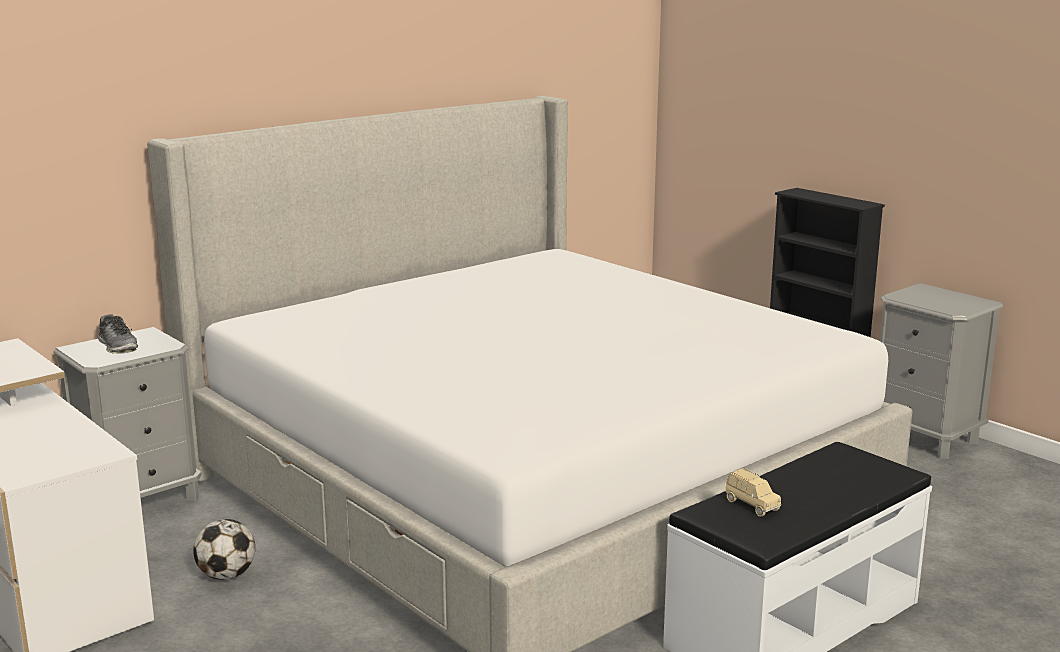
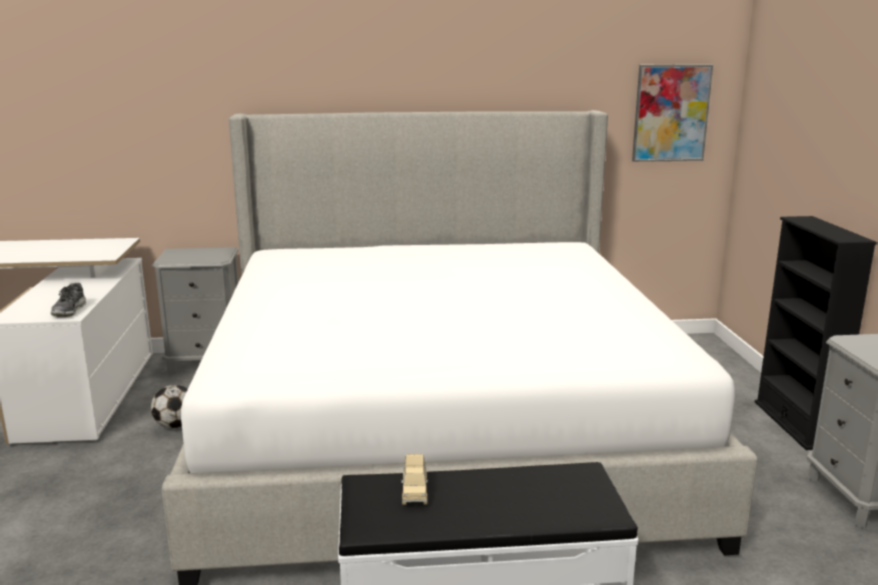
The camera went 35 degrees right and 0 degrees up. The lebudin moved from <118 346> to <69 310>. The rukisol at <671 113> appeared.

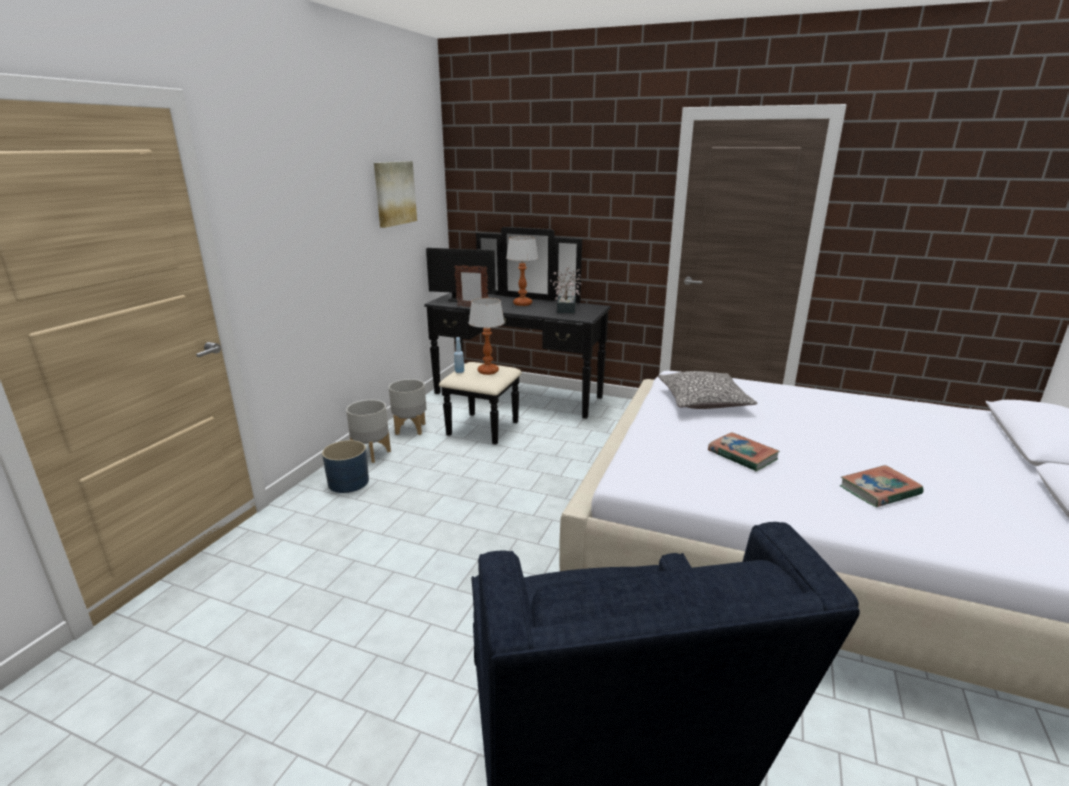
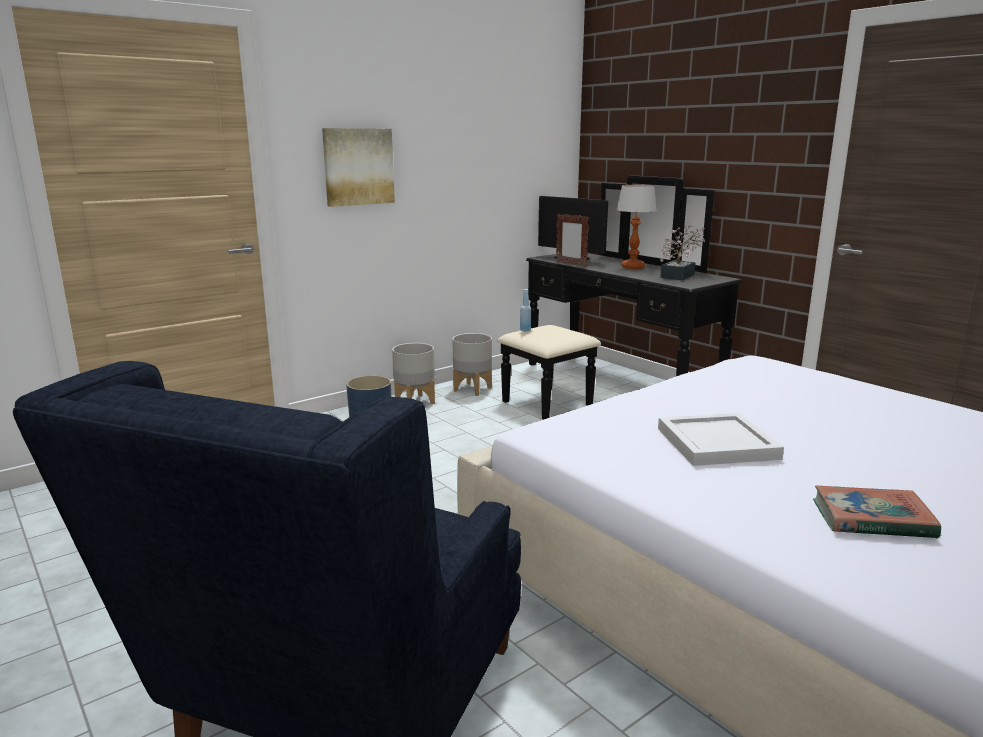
The camera went 30 degrees right and 5 degrees down. The rukisol moved from <394 193> to <358 166>. The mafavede at <487 371> disappeared. The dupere at <703 401> disappeared. The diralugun at <742 455> was replaced by the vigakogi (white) at <717 442>.

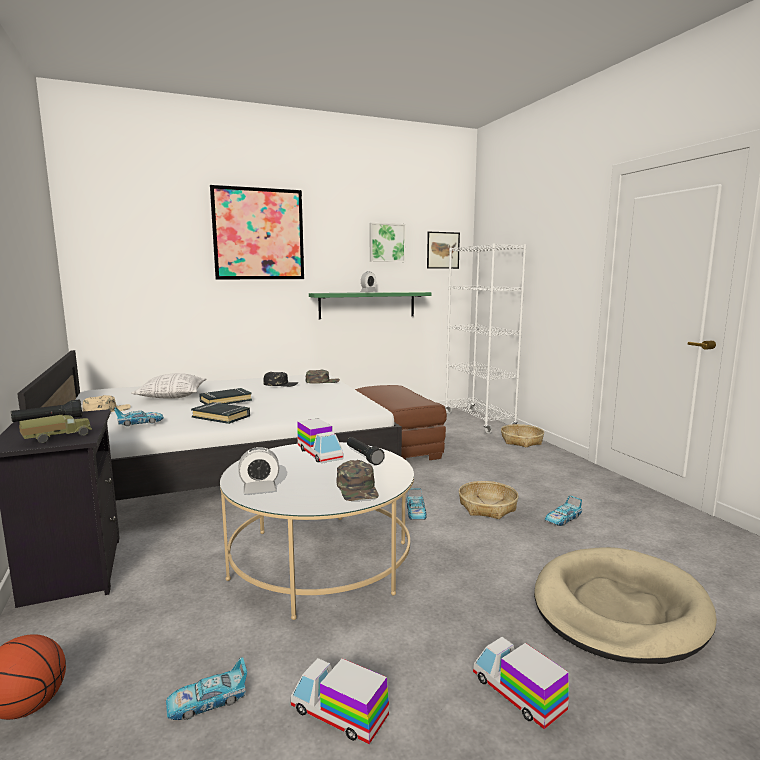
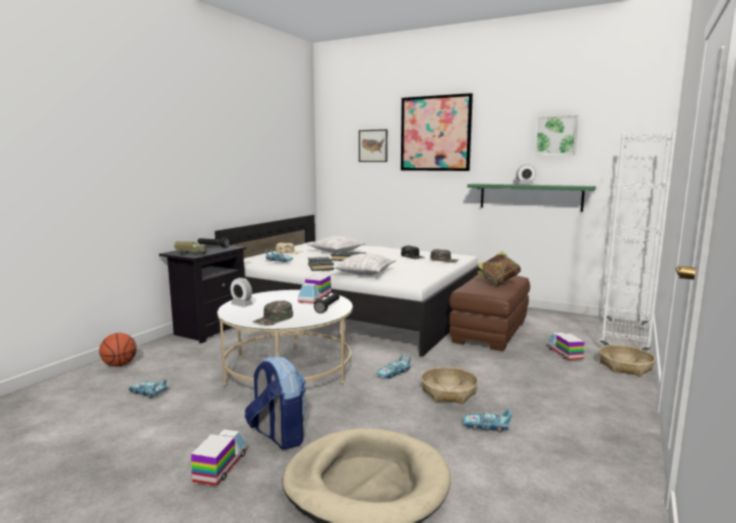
The camera went 50 degrees right and 0 degrees up. The rukisol moved from <443 250> to <373 146>. The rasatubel moved from <339 713> to <564 353>. The diralugun at <498 283> appeared. The dupere at <364 273> appeared. The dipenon at <278 436> appeared.

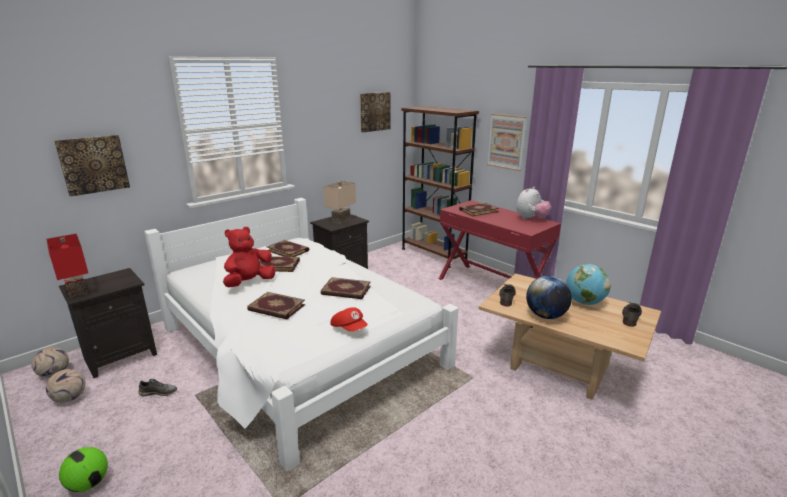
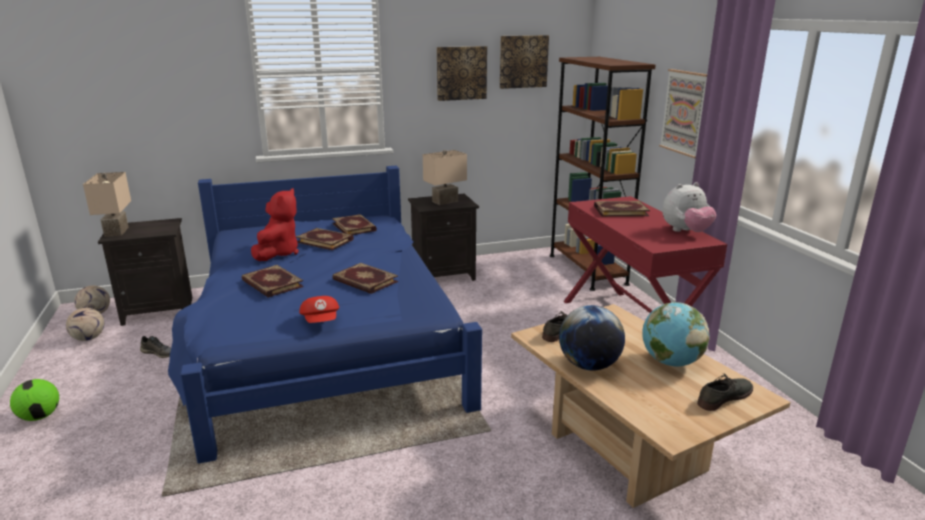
The camera went 25 degrees right and 0 degrees up. The rukisol moved from <93 164> to <461 73>. The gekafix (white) at <300 347> became the gekafix (blue) at <324 343>. The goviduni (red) at <249 282> turned 120 degrees clockwise. The mafavede (red) at <79 291> became the mafavede (beige) at <118 232>.

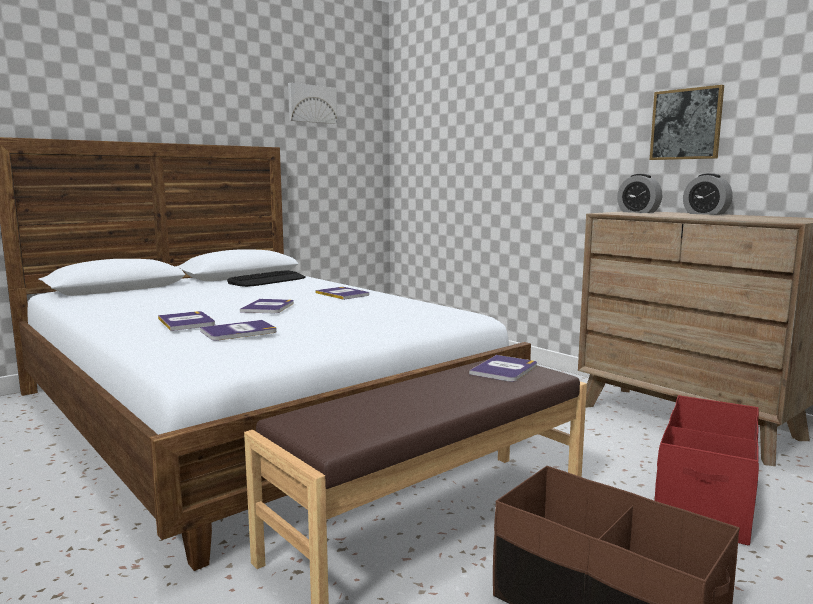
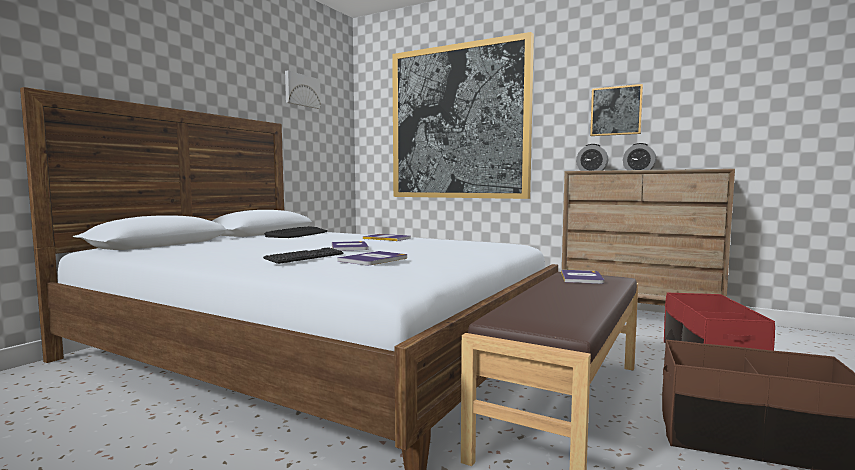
The camera went 20 degrees left and 5 degrees down. The diralugun at <186 322> was replaced by the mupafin at <305 257>. The rukisol at <459 122> appeared.

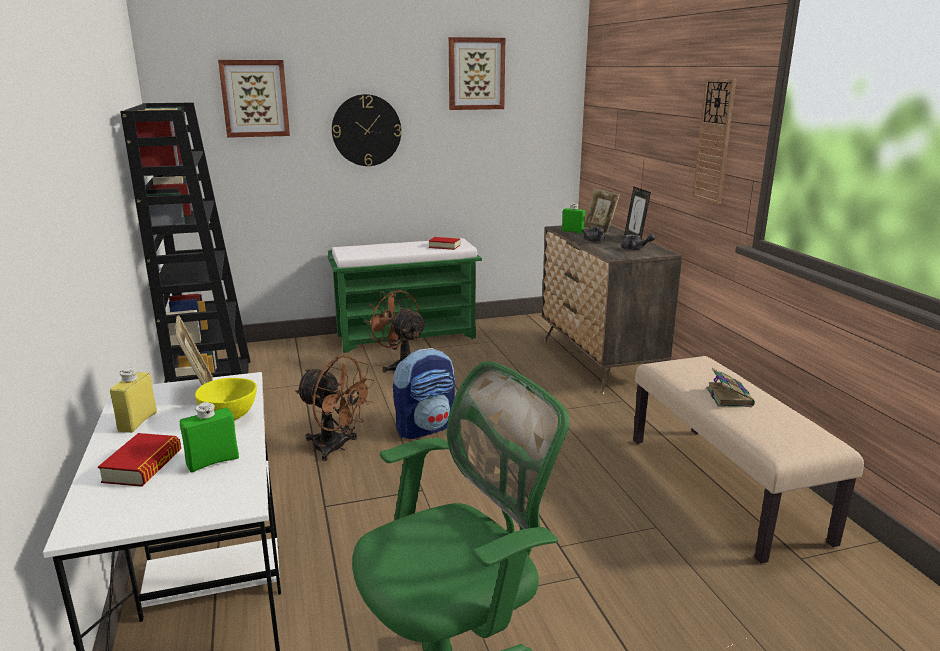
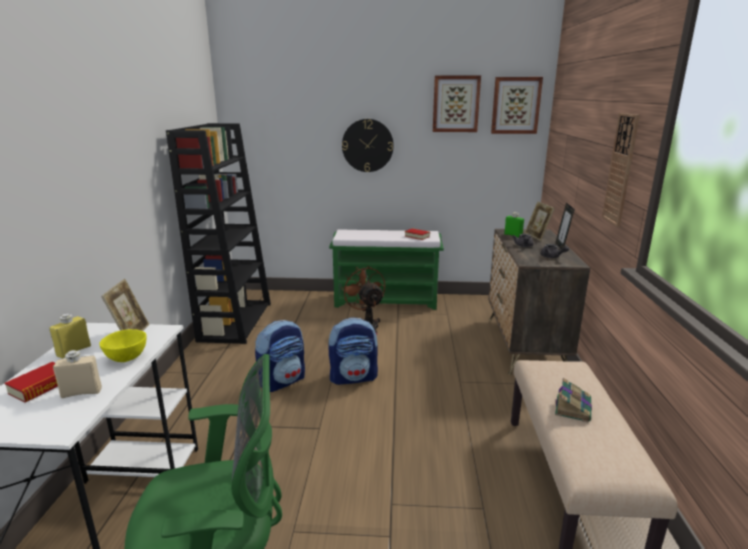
The camera went 20 degrees right and 0 degrees up. The rukisol moved from <255 98> to <515 105>. The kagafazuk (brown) at <336 448> was replaced by the dipenon at <283 381>. The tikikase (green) at <213 462> became the tikikase (beige) at <81 392>.

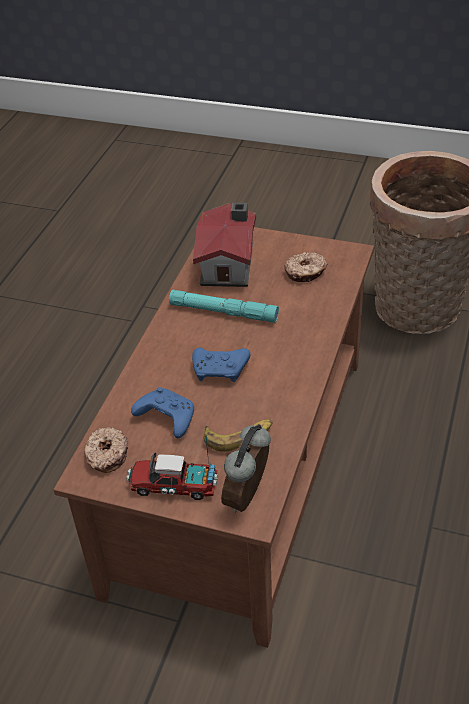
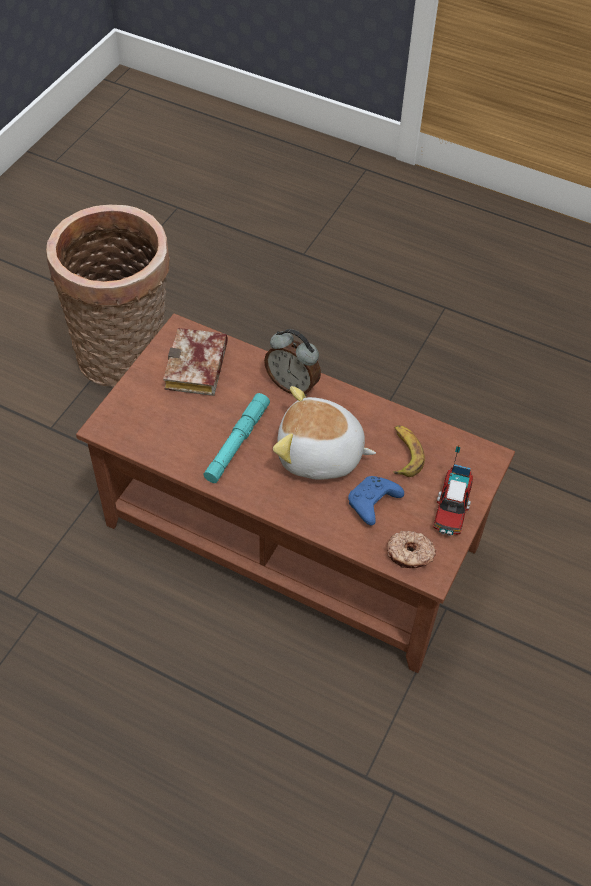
The camera went 85 degrees left and 10 degrees up. The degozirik at <229 264> disappeared. The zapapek at <305 272> was replaced by the diralugun at <198 370>. The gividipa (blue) at <221 370> was replaced by the goviduni at <320 455>. The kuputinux moved from <249 497> to <292 385>.

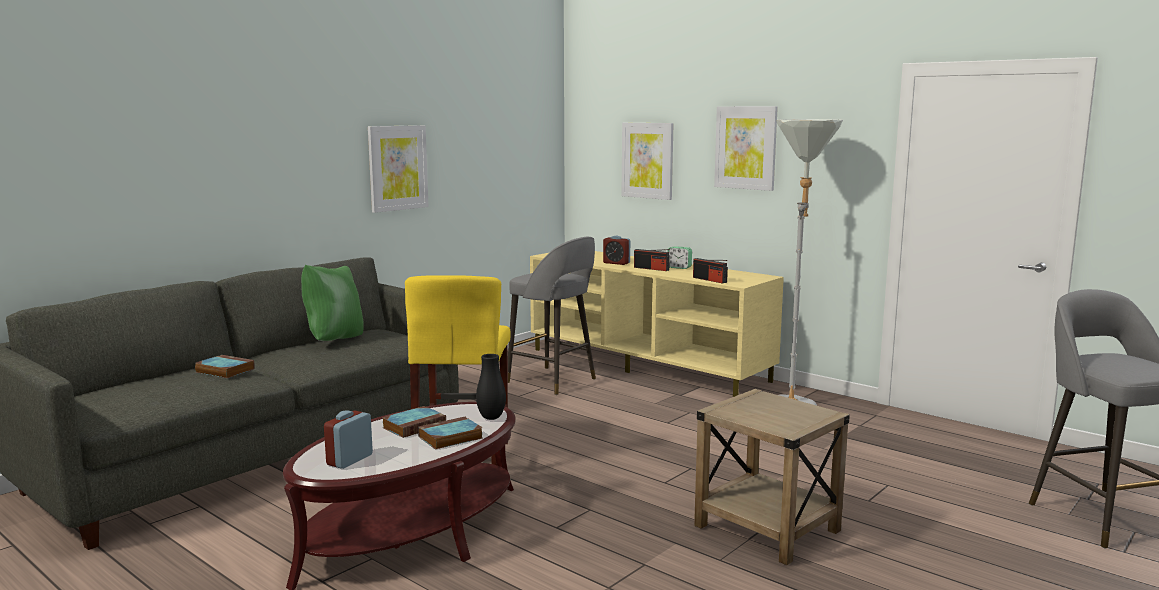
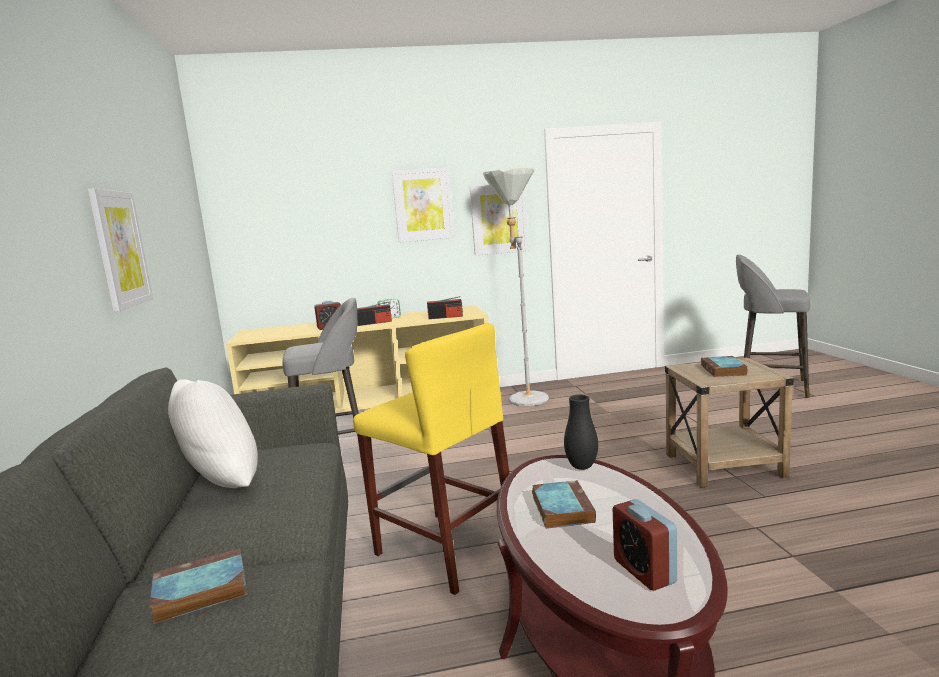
The camera went 50 degrees left and 0 degrees up. The rukisol moved from <647 160> to <499 219>. The dupere (green) at <334 340> became the dupere (white) at <220 486>. The diralugun moved from <449 438> to <724 370>.

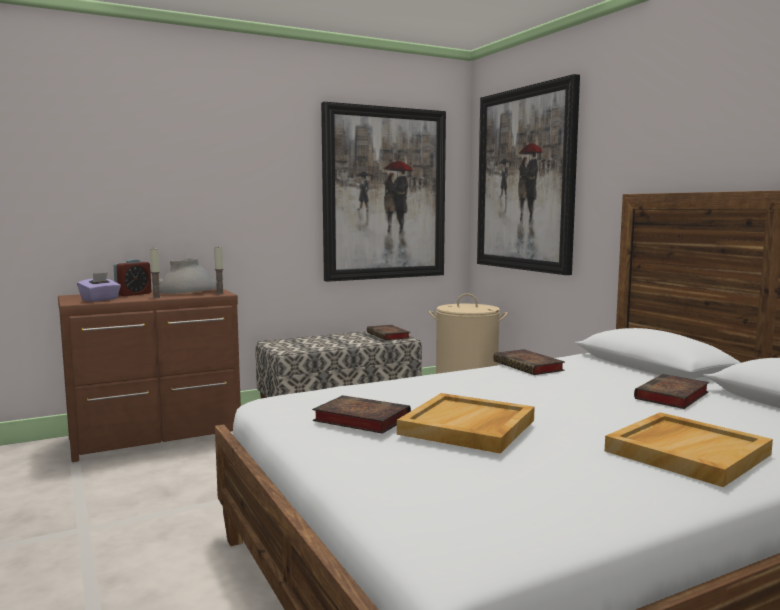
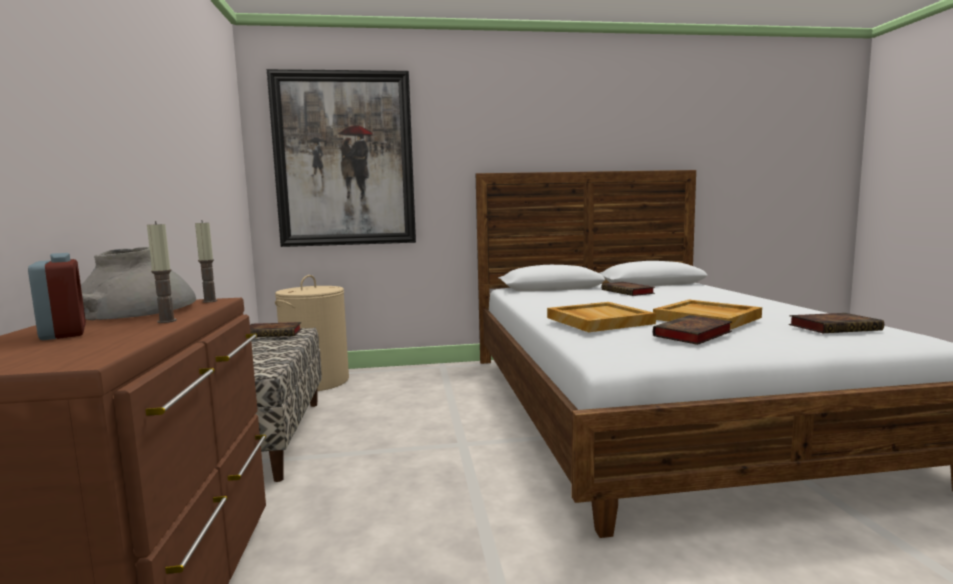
The camera went 70 degrees left and 0 degrees up. The rukisol at <384 194> disappeared. The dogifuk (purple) at <100 299> disappeared. The diralugun moved from <530 367> to <835 328>. The vigakogi (beige) moved from <686 452> to <598 320>.

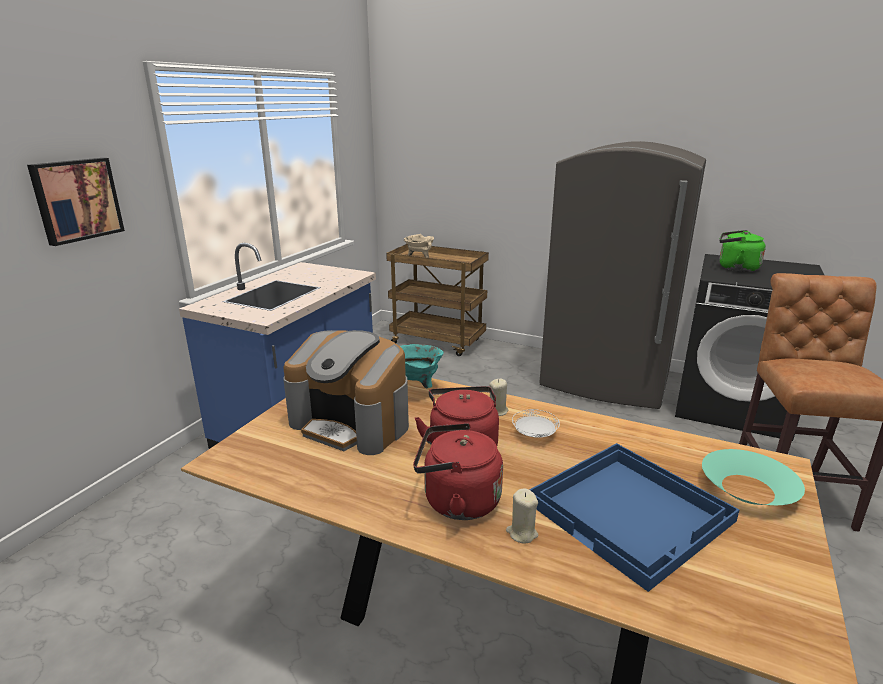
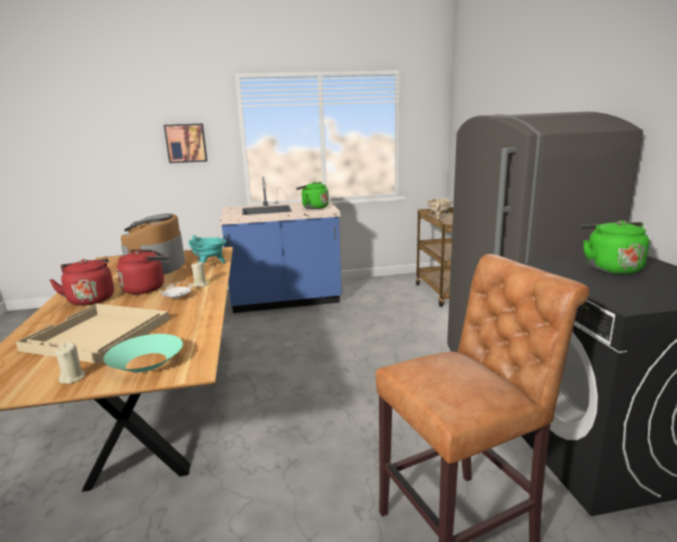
The camera went 55 degrees right and 5 degrees down. The vigakogi (blue) at <631 511> became the vigakogi (beige) at <98 334>. The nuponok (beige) moved from <522 533> to <73 378>. The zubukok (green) at <313 207> appeared.

